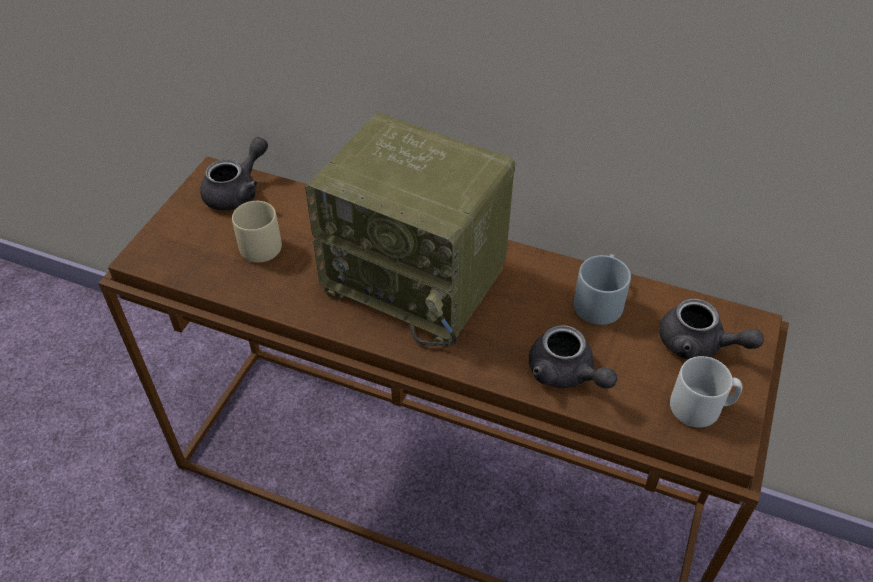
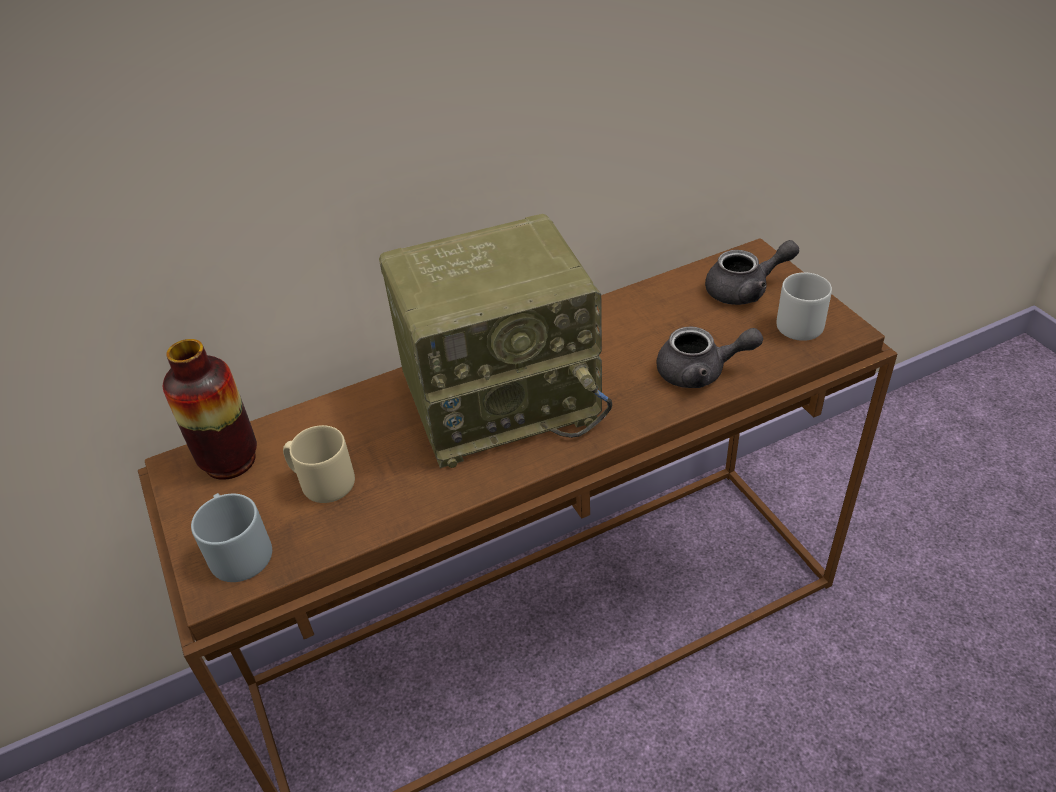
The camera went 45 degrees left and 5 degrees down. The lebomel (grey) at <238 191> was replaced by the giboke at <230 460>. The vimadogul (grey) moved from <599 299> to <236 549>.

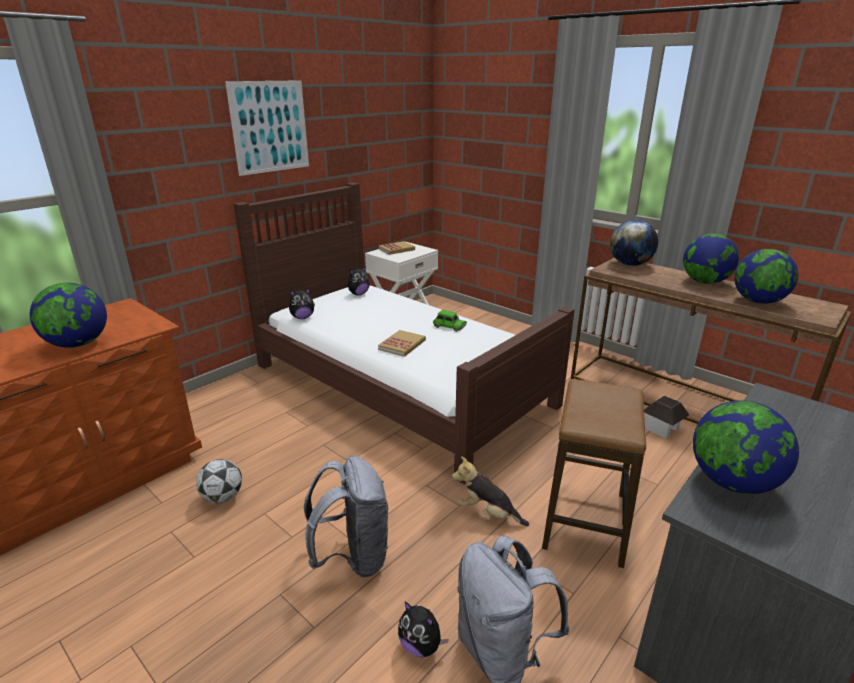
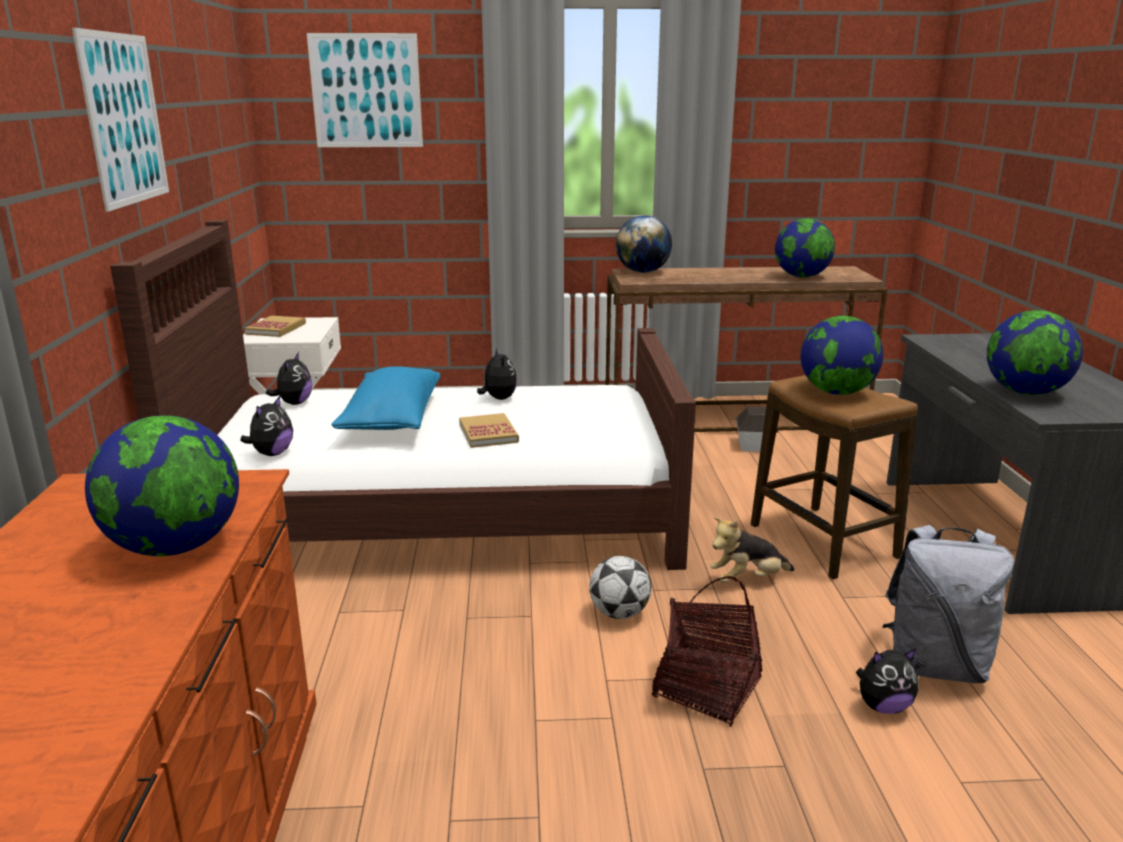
The camera went 45 degrees left and 5 degrees down. The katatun moved from <705 282> to <837 392>. The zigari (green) at <449 326> was replaced by the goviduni at <498 398>. The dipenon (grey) at <353 557> was replaced by the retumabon at <706 689>. The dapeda moved from <222 497> to <619 613>. The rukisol at <366 91> appeared. The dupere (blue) at <392 420> appeared.

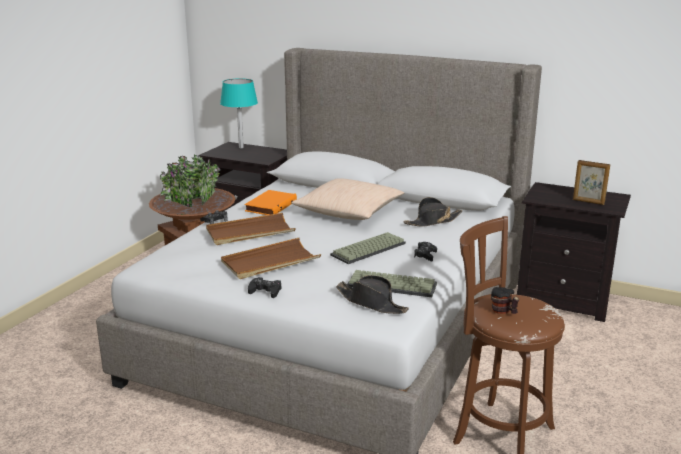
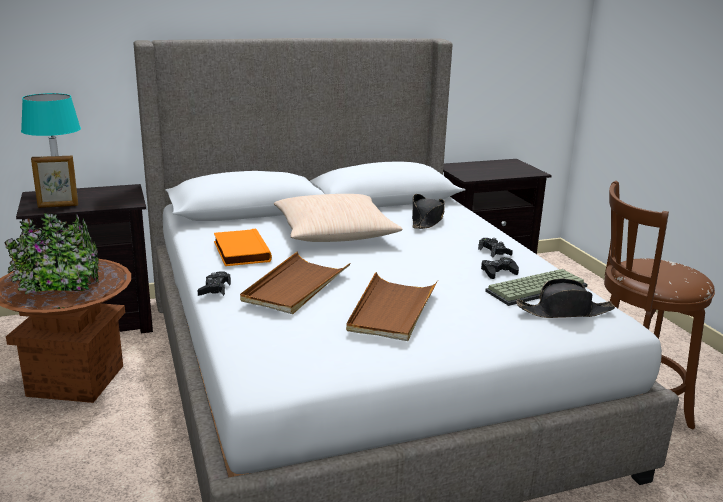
The camera went 45 degrees left and 0 degrees up. The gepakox moved from <588 202> to <58 206>. The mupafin at <368 250> disappeared. The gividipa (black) moved from <265 291> to <498 272>. The vimadogul at <503 312> disappeared.

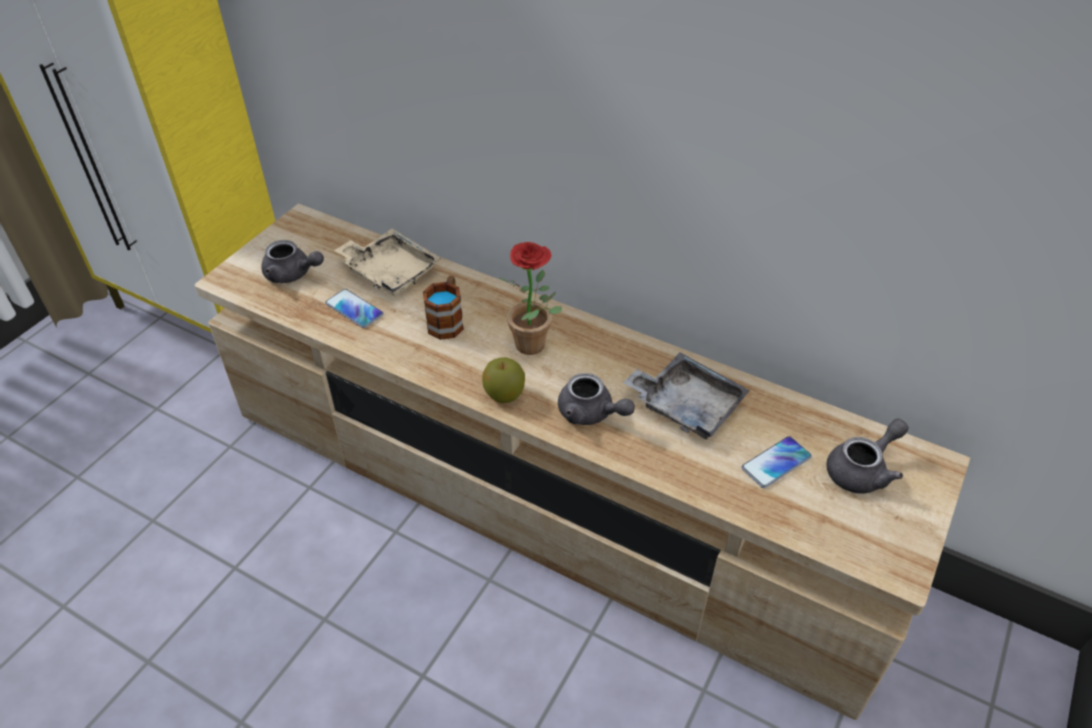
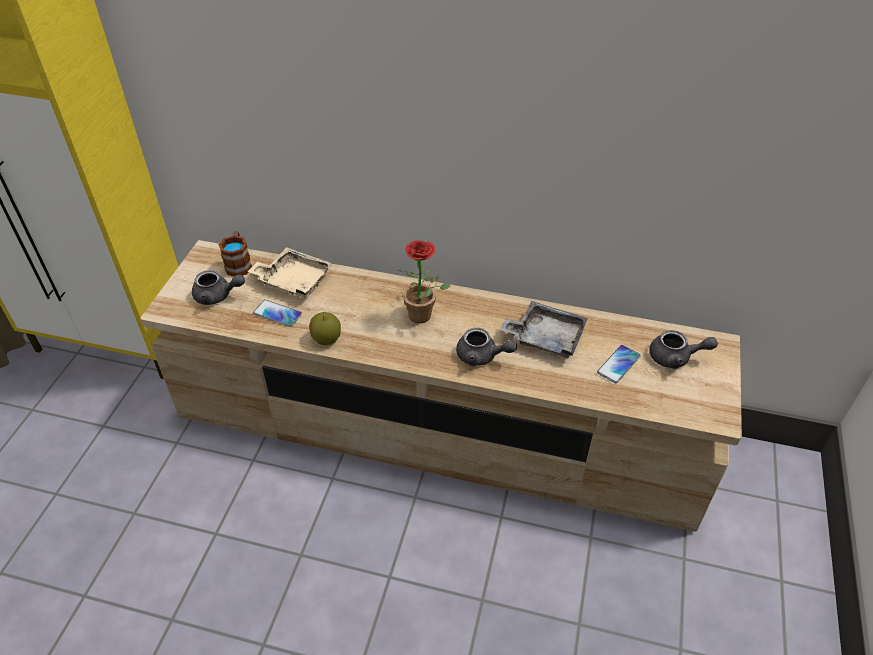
The camera went 15 degrees left and 0 degrees up. The vimadogul moved from <447 320> to <239 263>. The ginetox moved from <504 394> to <326 339>. The lebomel (grey) at <862 470> turned 60 degrees clockwise.

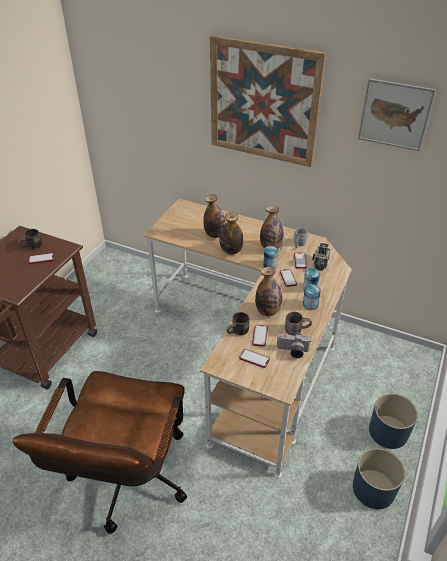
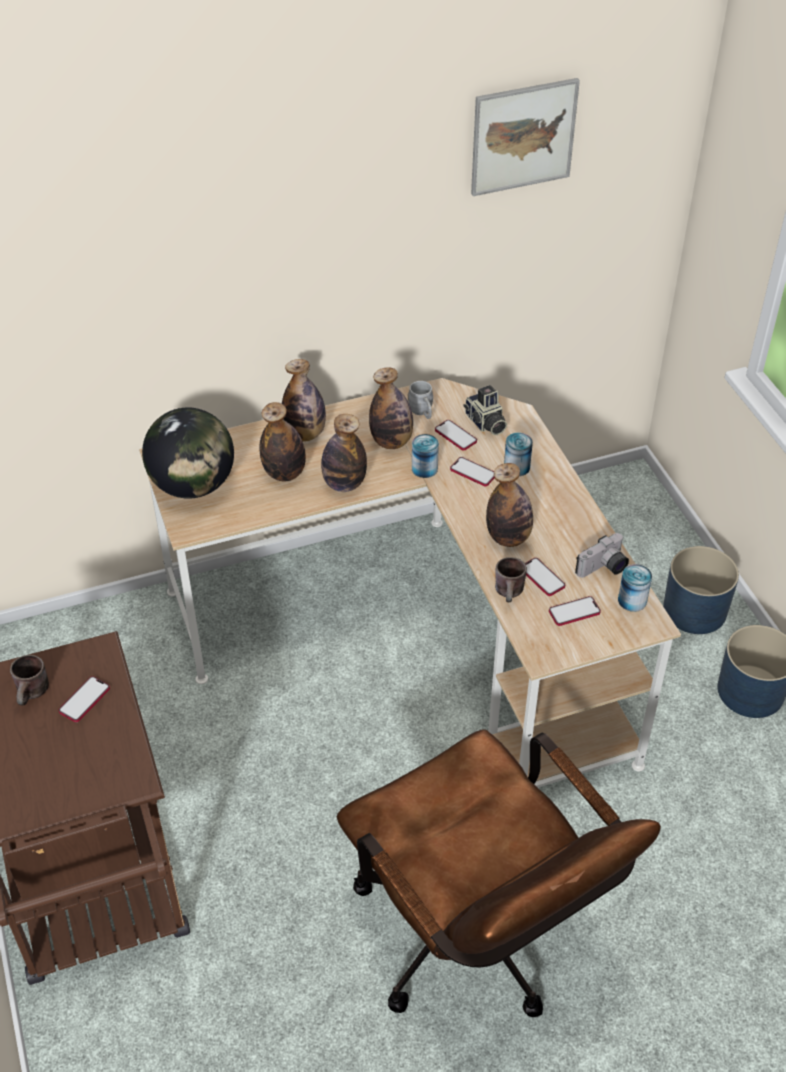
The camera went 45 degrees left and 5 degrees up. The rukisol at <263 102> disappeared. The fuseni moved from <310 304> to <632 600>. The vimadogul (brown) at <296 328> disappeared. The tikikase at <305 434> appeared. The katatun at <193 485> appeared.

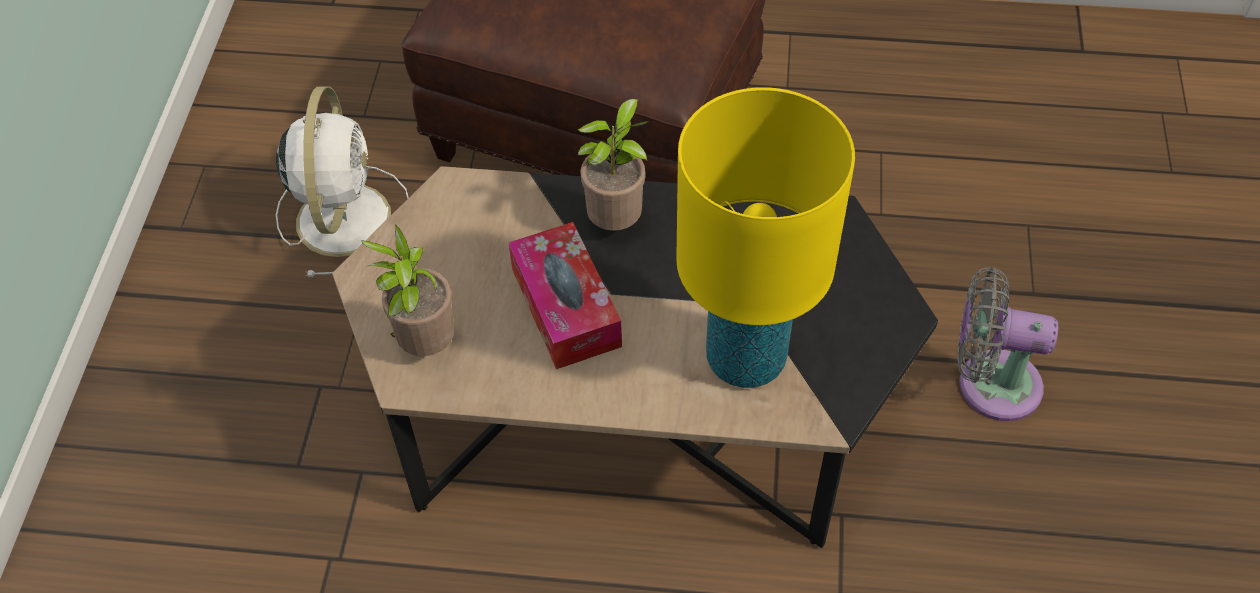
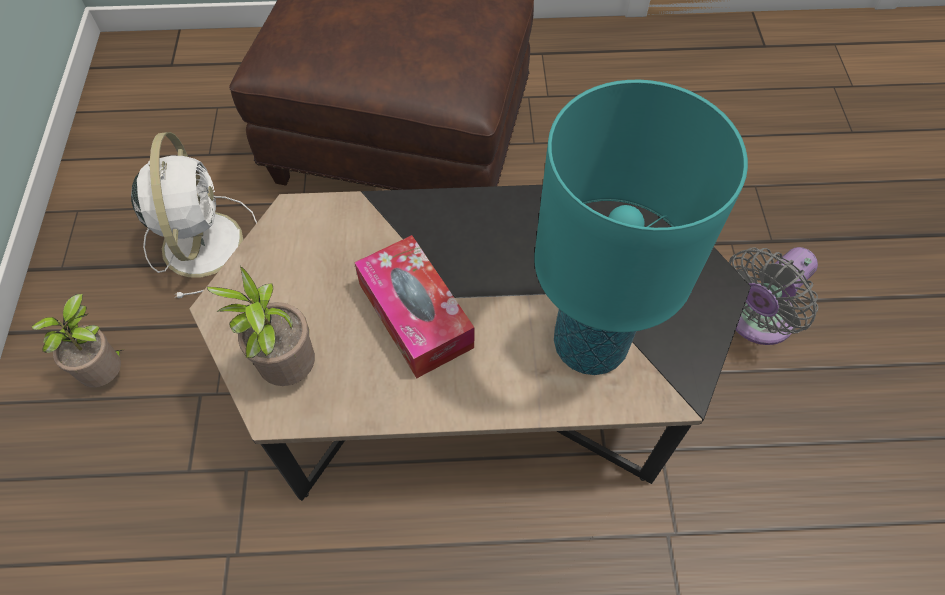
The camera went 10 degrees left and 5 degrees up. The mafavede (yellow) at <745 358> became the mafavede (turquoise) at <589 345>. The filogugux moved from <617 222> to <109 373>. The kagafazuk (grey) at <990 383> turned 45 degrees counterclockwise.

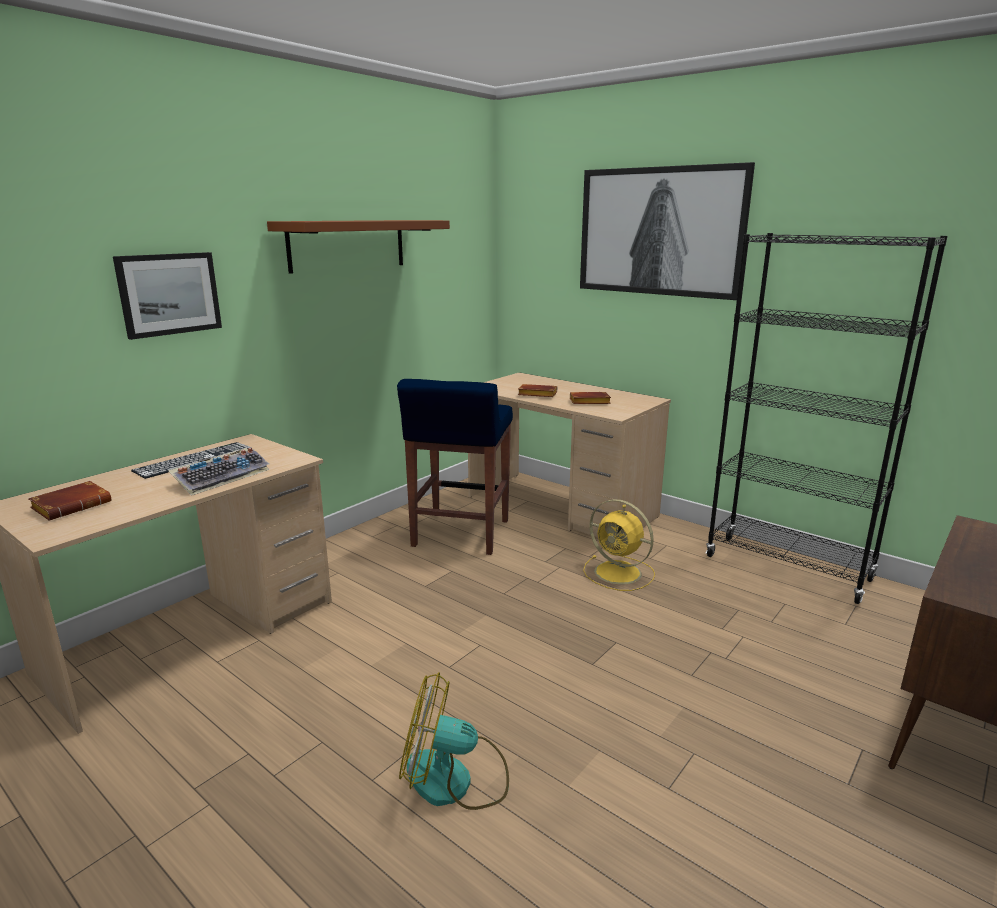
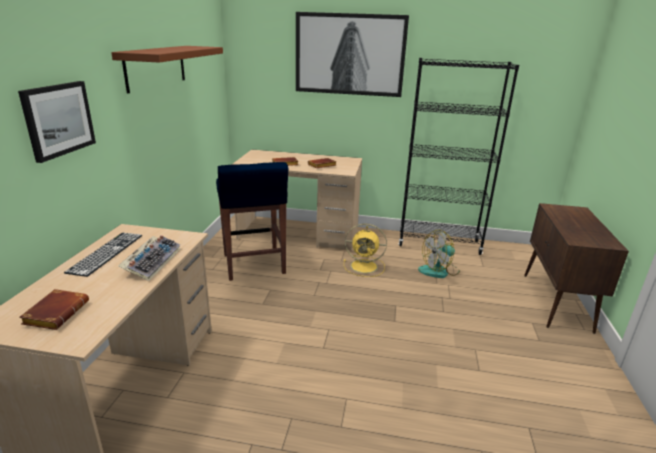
The camera went 30 degrees left and 5 degrees up. The kagafazuk moved from <455 780> to <439 271>.

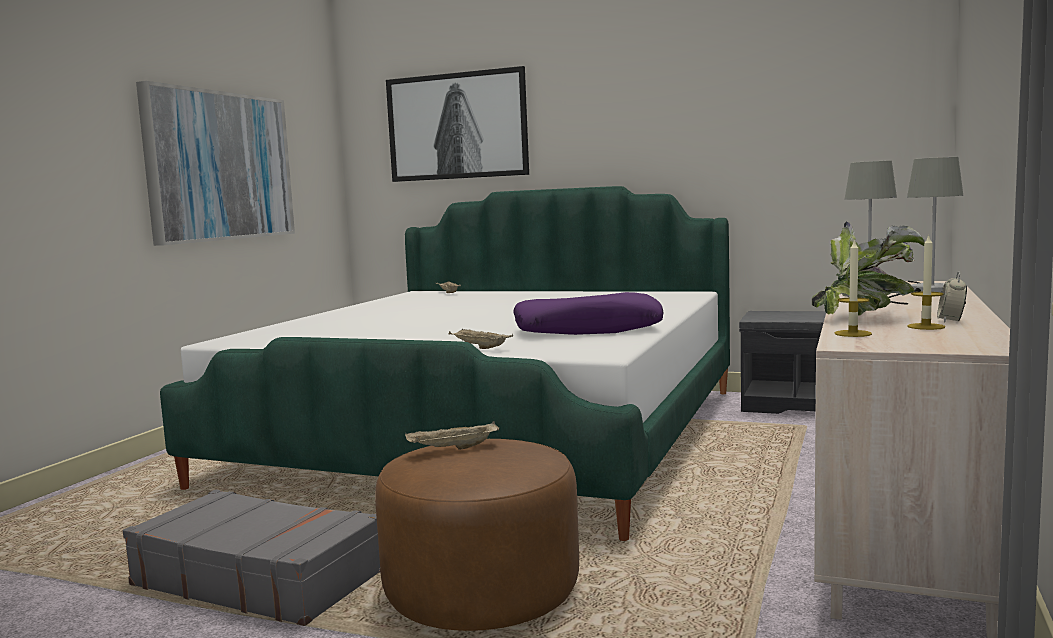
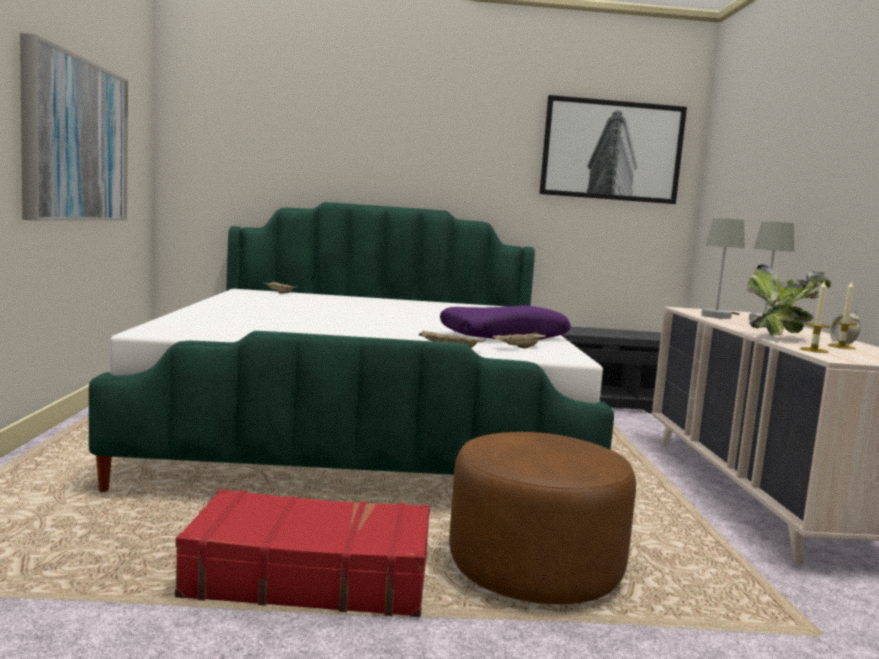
The camera went 25 degrees left and 0 degrees up. The rukisol moved from <457 126> to <611 150>. The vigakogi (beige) moved from <452 449> to <519 348>. The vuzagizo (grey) at <258 578> became the vuzagizo (red) at <310 576>.

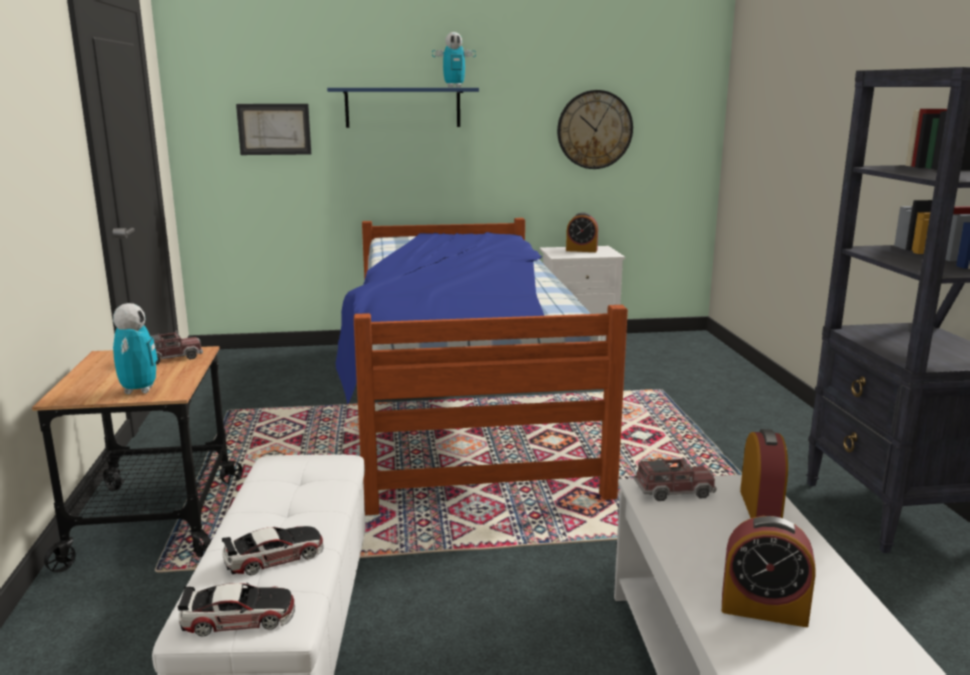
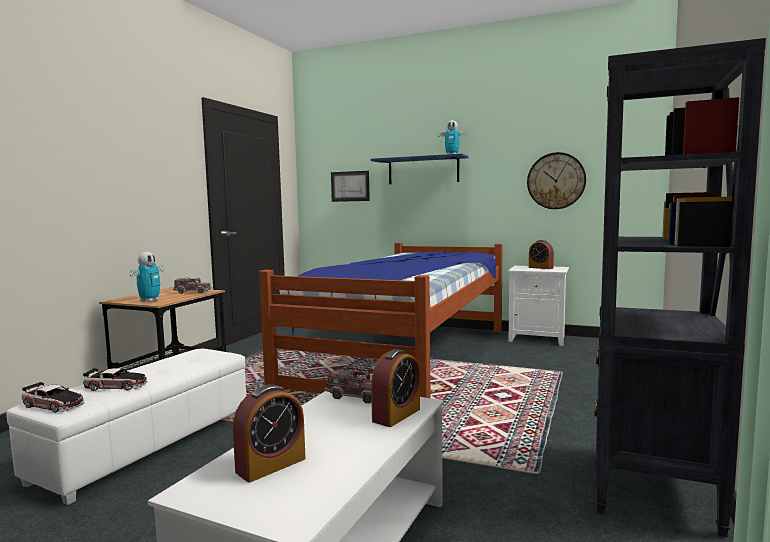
The camera went 30 degrees right and 10 degrees down. The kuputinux at <763 609> turned 90 degrees counterclockwise.

